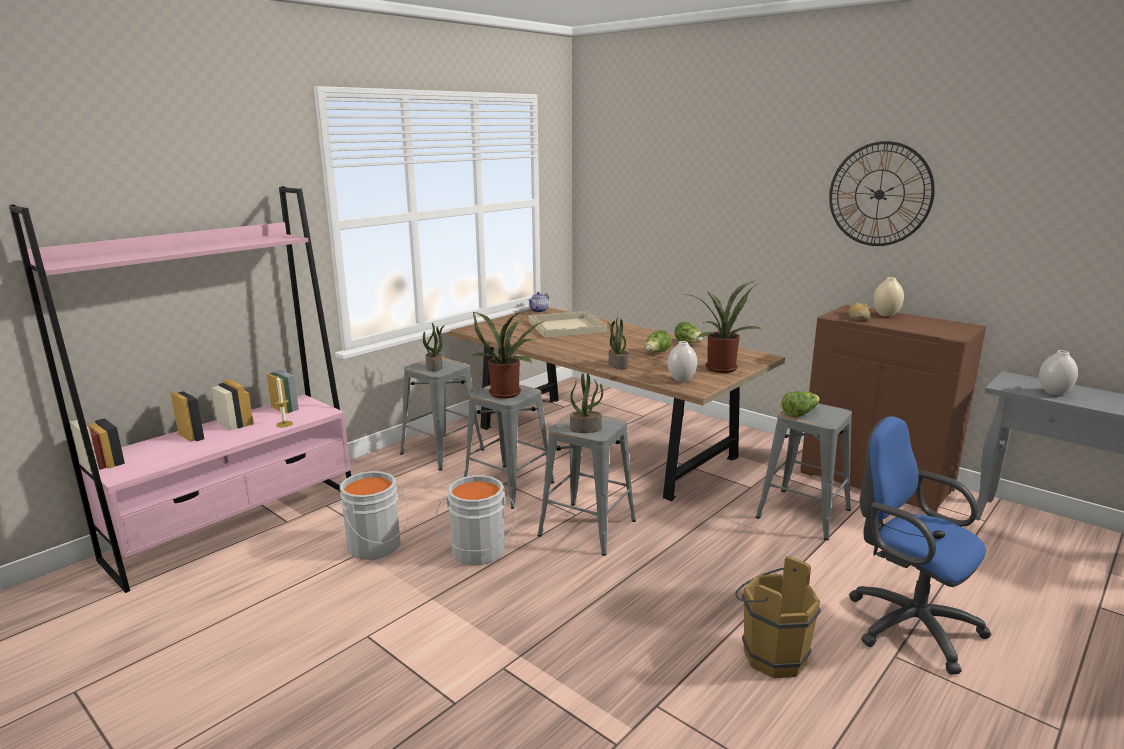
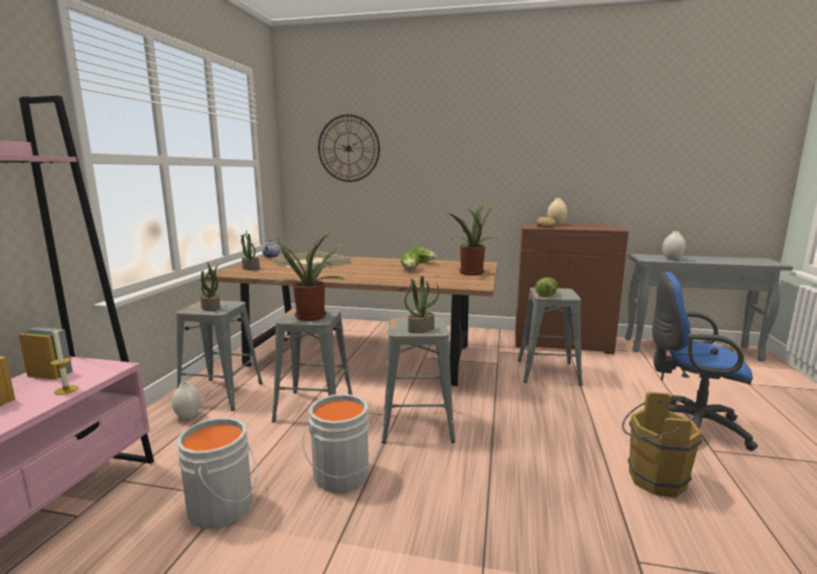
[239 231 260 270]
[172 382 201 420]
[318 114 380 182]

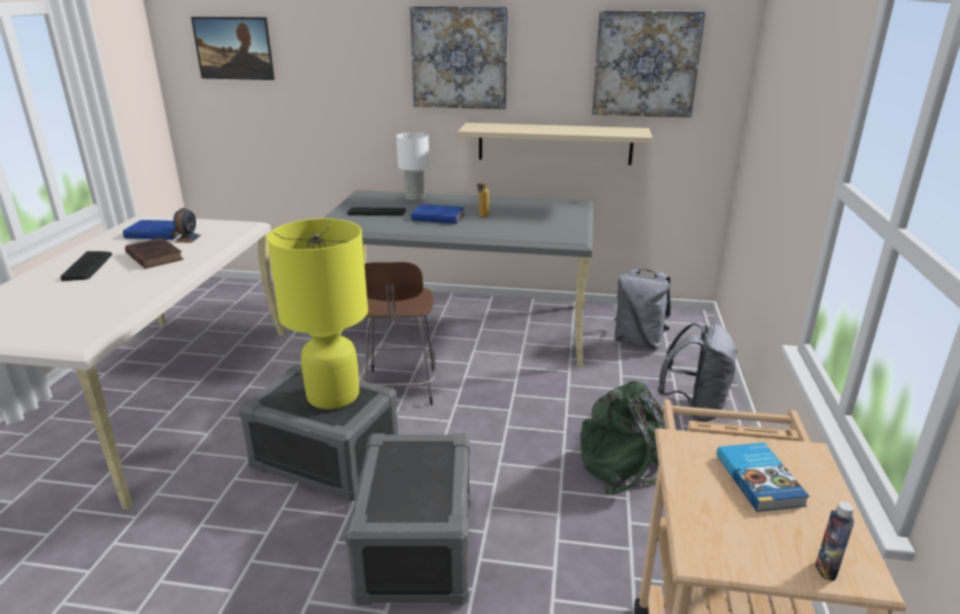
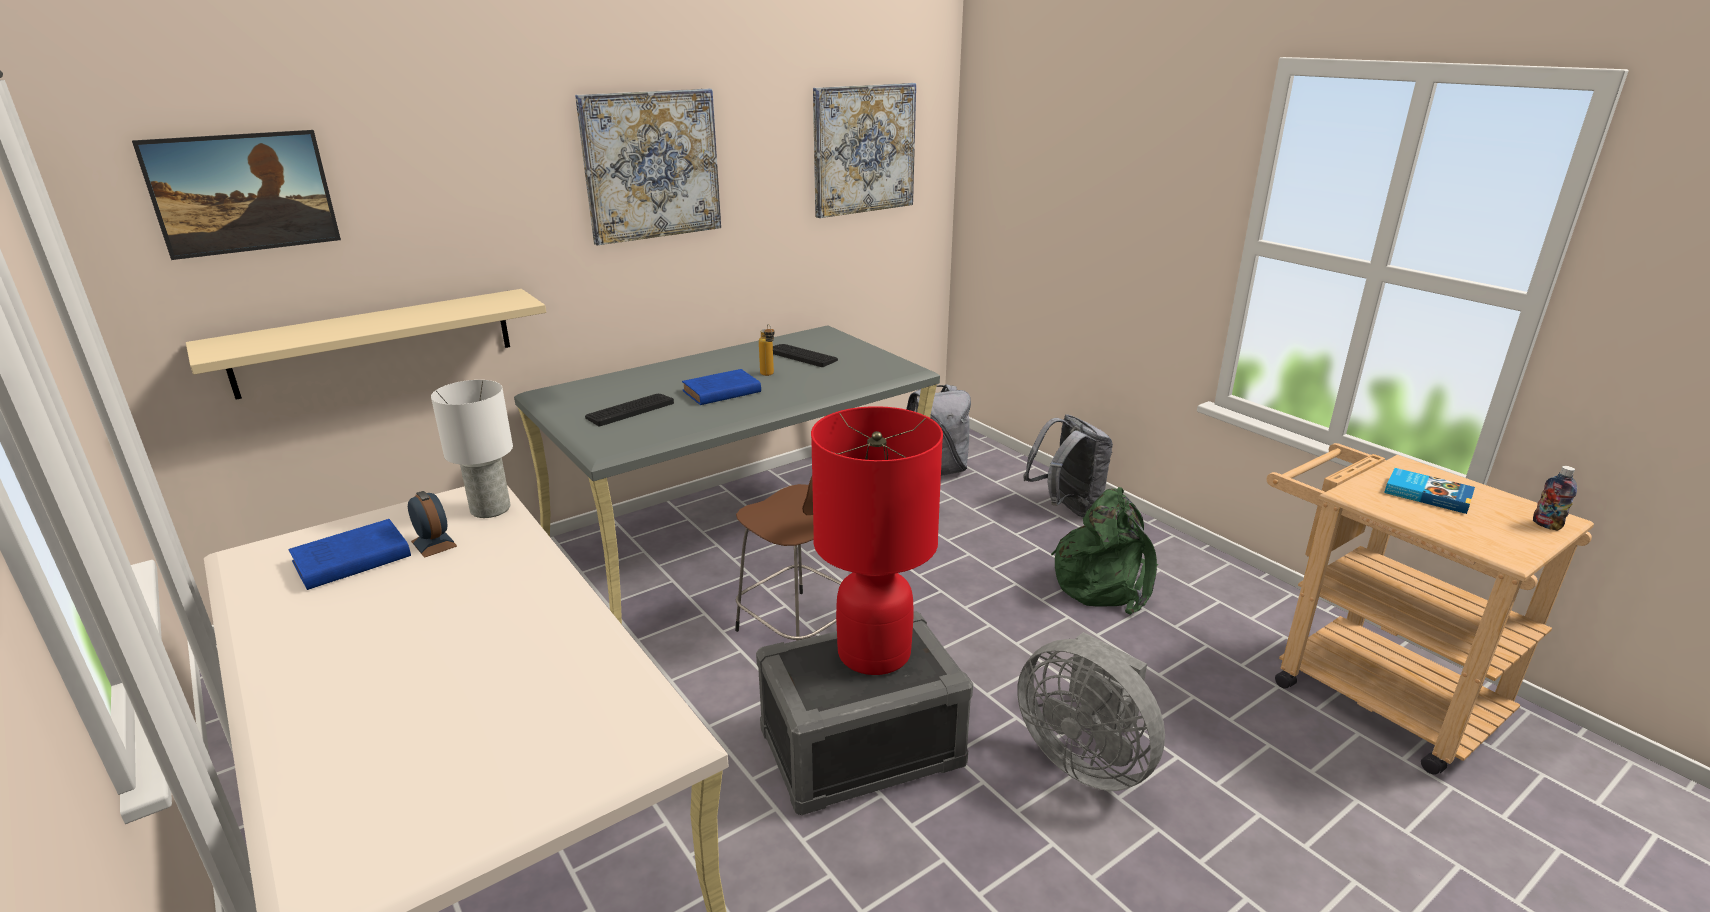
[773 344 838 367]
[125 237 183 269] (first image)
[811 406 943 675]
[1017 632 1165 791]
[431 380 513 518]
[186 289 546 399]

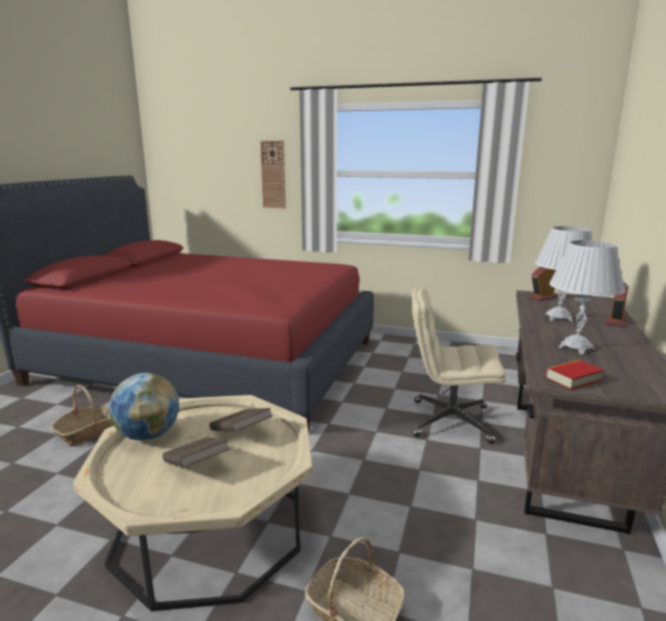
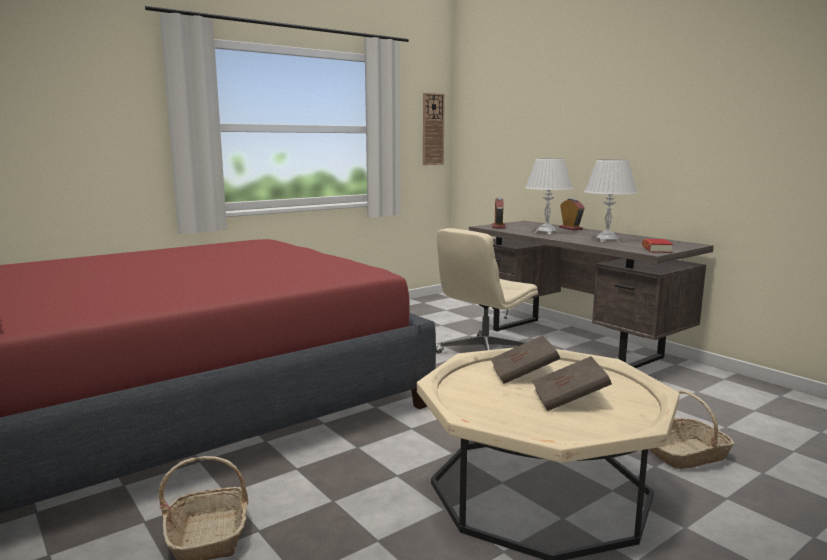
[108 373 179 440] (first image)
[423 93 445 165]

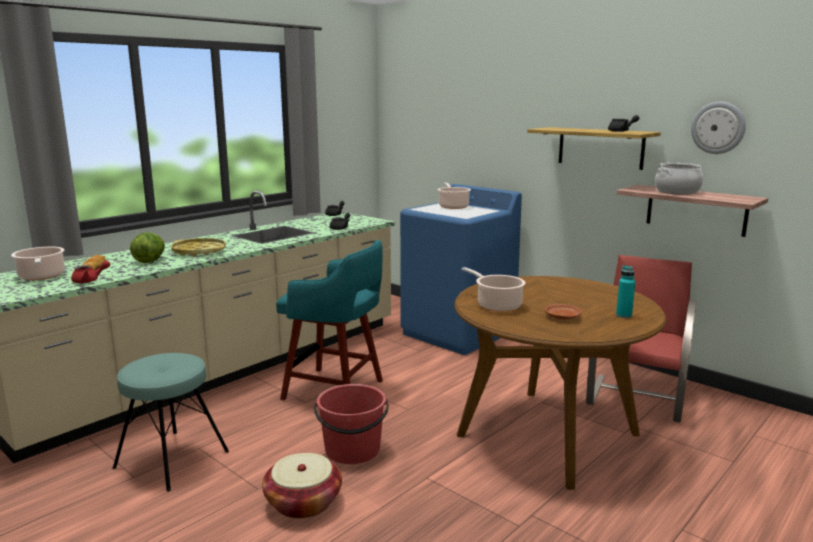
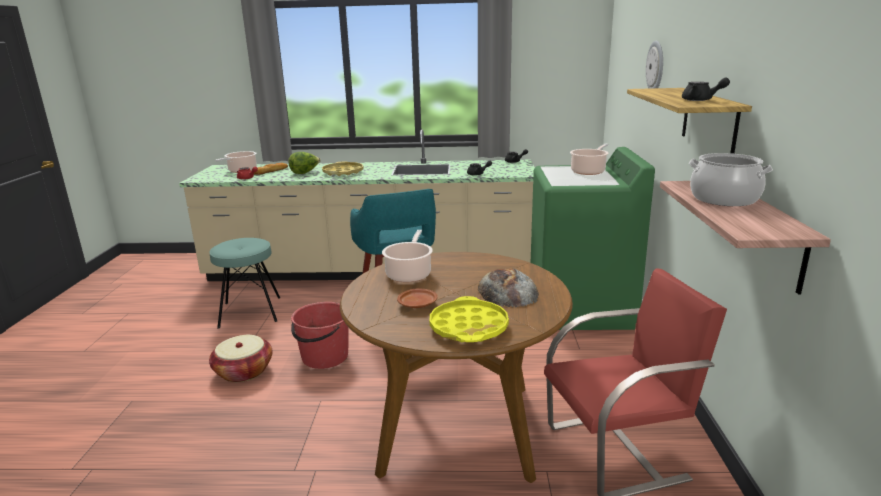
[531 147 655 330]
[430 296 509 342]
[646 41 663 89]
[478 268 539 307]

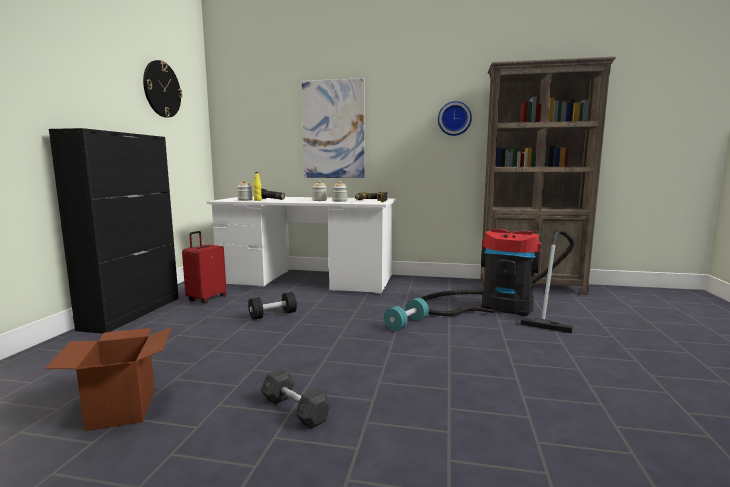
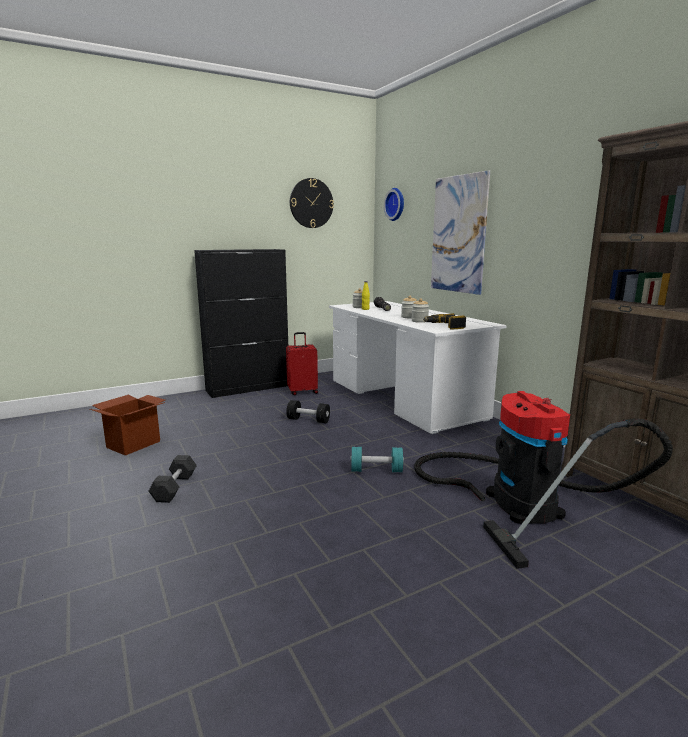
[384 188 404 221]

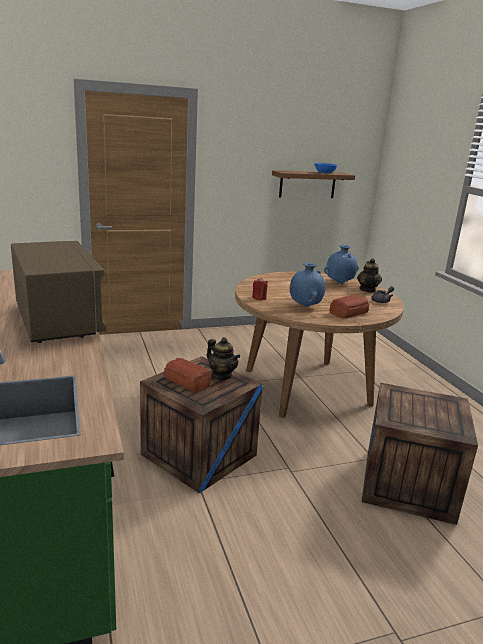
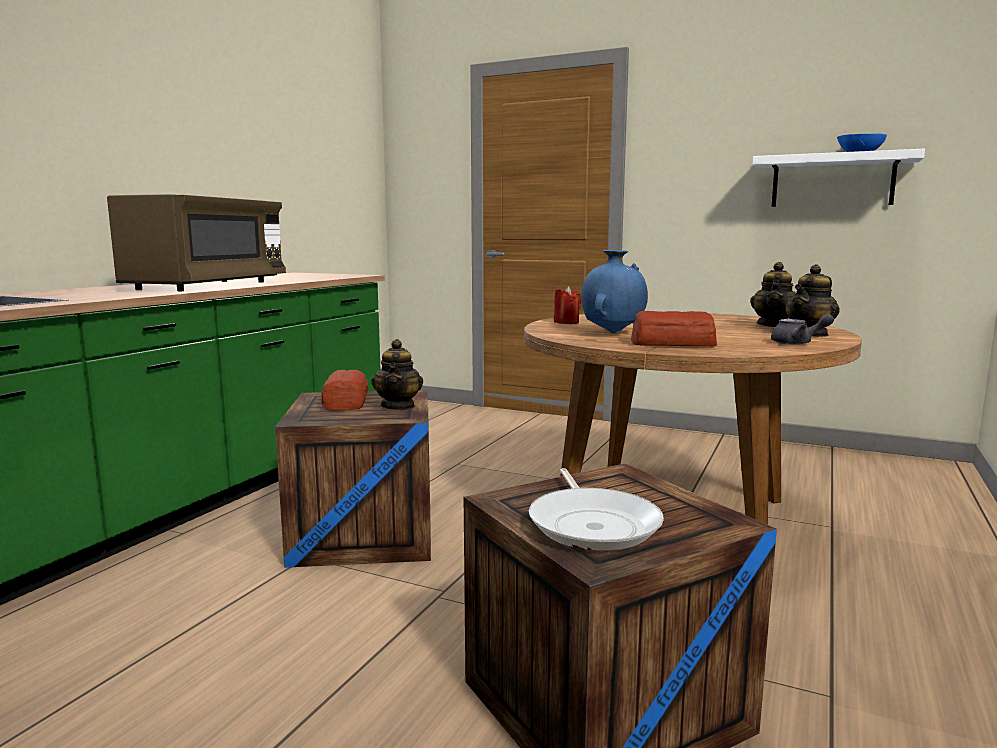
[752 149 925 207]
[750 262 796 327]
[529 468 664 551]

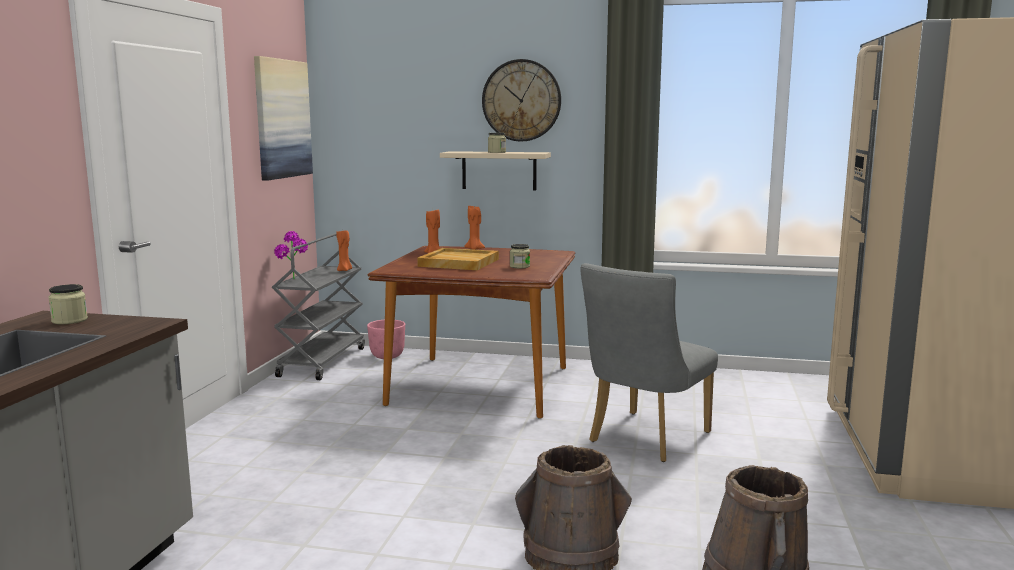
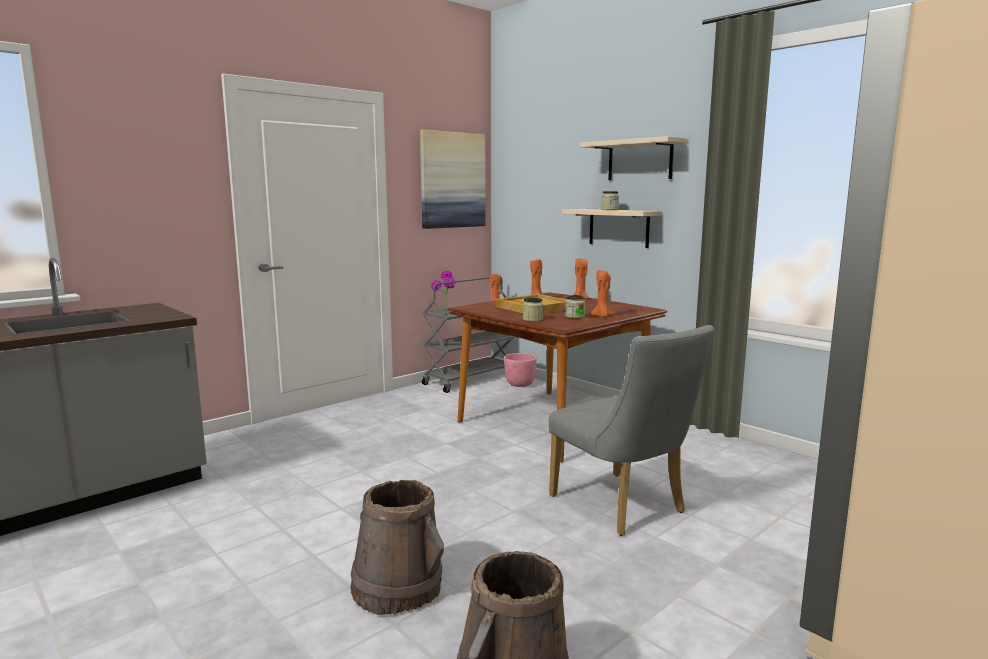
[523 298 543 322]
[580 136 687 180]
[548 325 715 536]
[591 270 614 317]

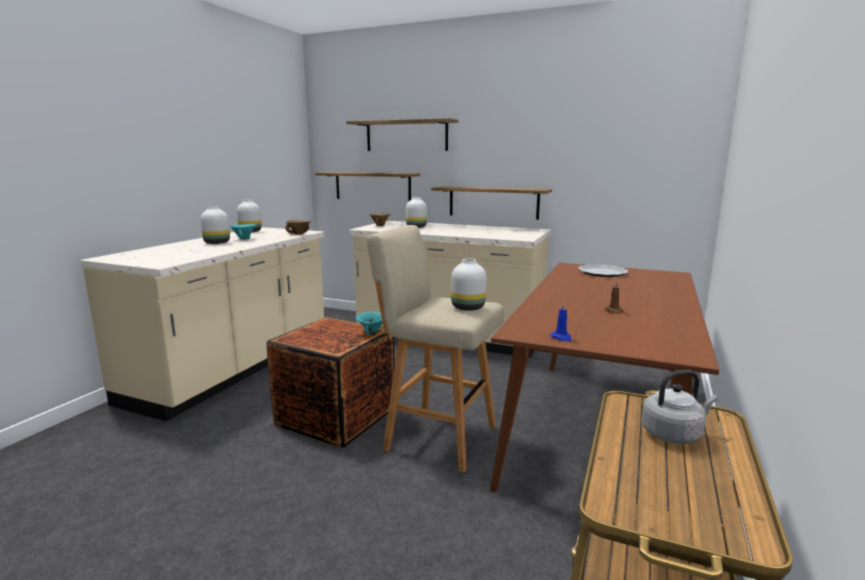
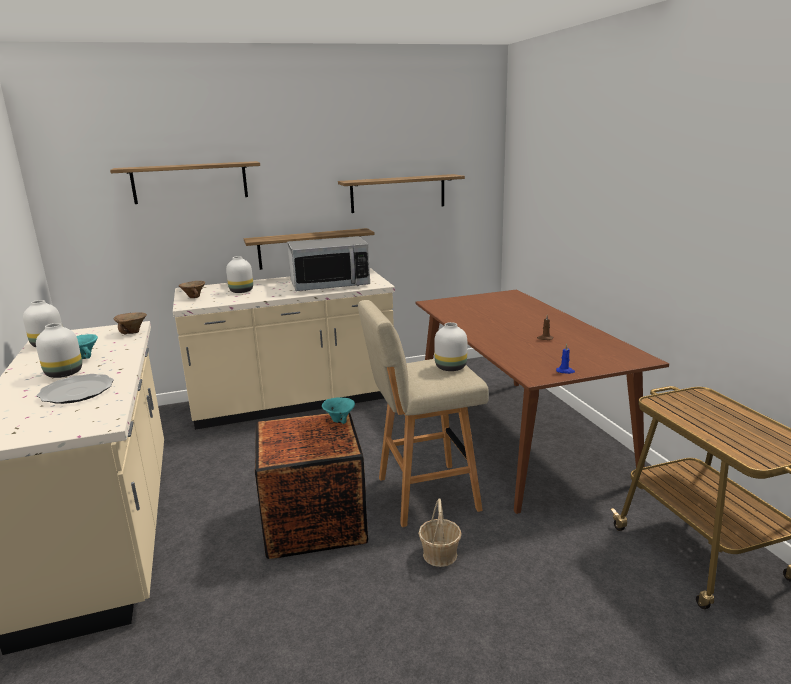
[338 174 465 213]
[36 374 114 404]
[641 370 718 444] (first image)
[287 236 370 291]
[418 498 462 567]

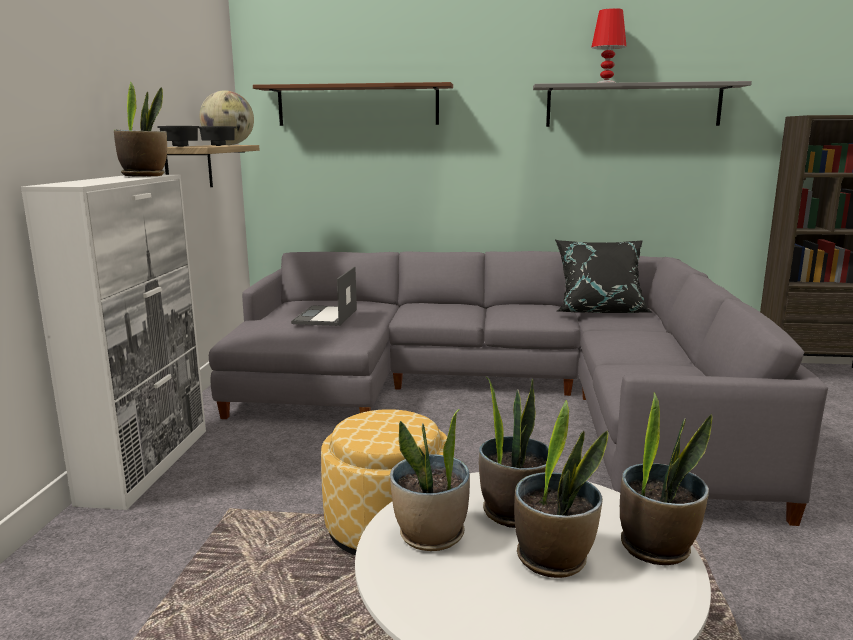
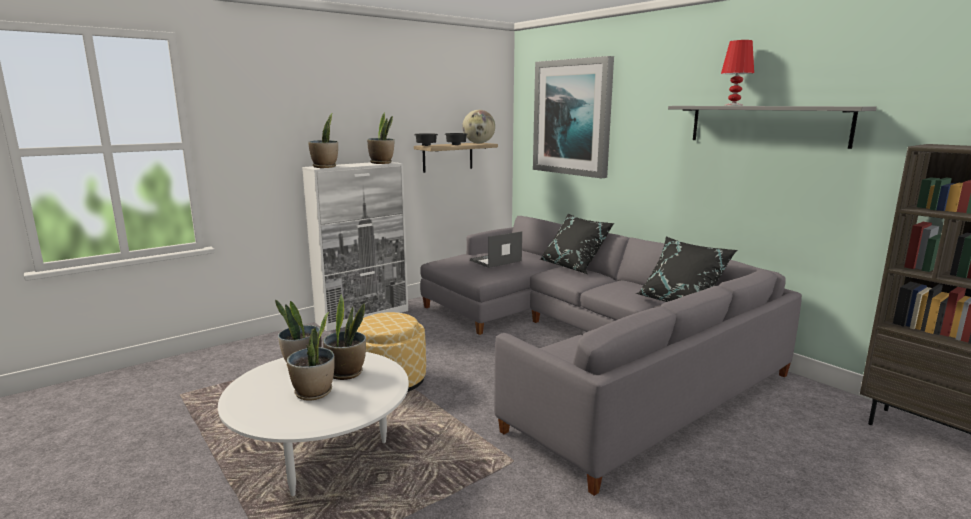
[533 56 614 178]
[308 113 338 168]
[540 213 615 274]

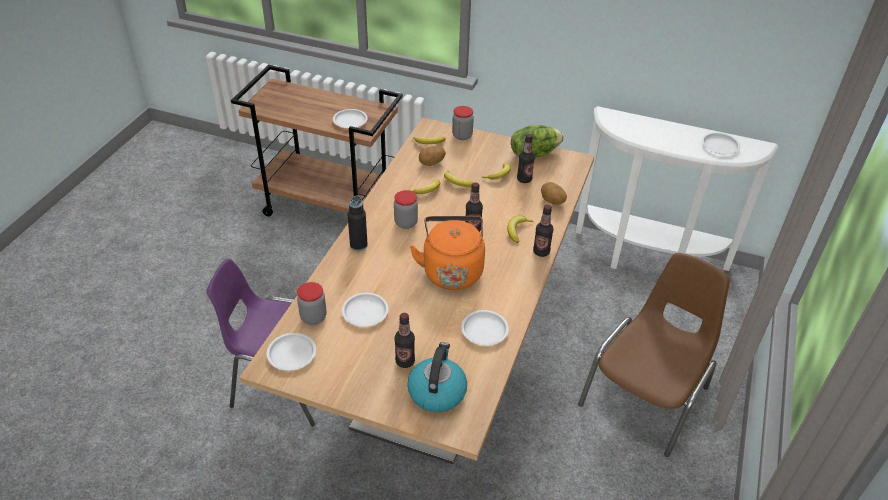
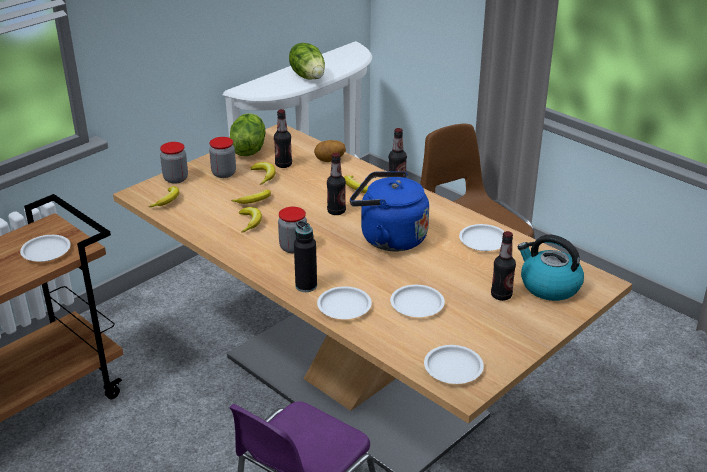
[209 137 236 178]
[350 171 429 251]
[419 146 446 166] (first image)
[317 286 372 319]
[289 43 325 80]

